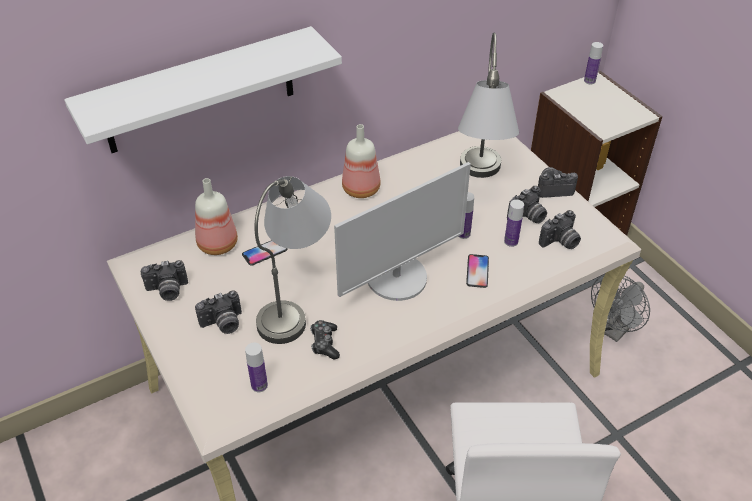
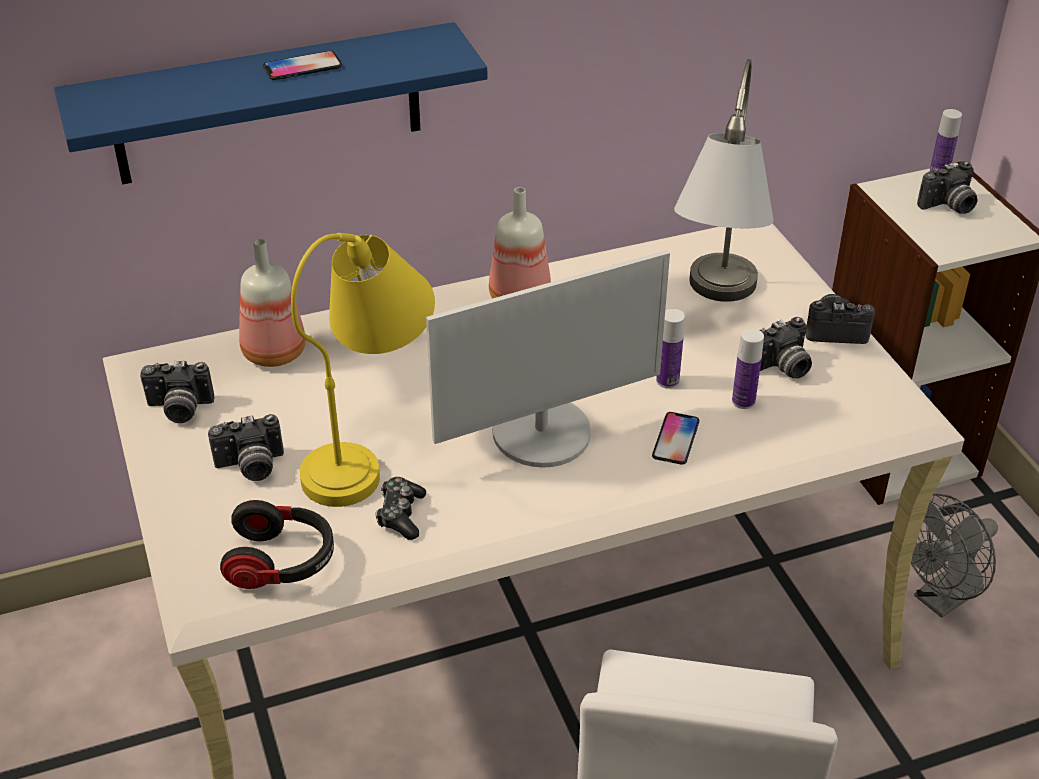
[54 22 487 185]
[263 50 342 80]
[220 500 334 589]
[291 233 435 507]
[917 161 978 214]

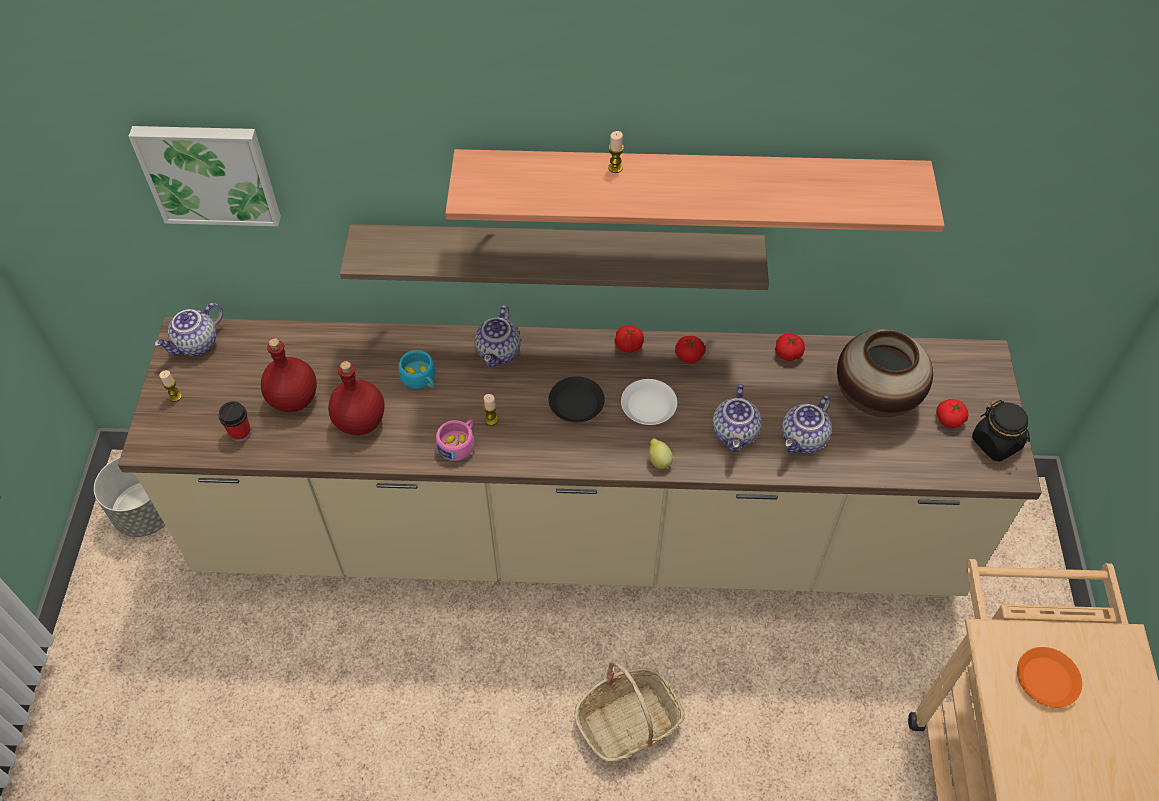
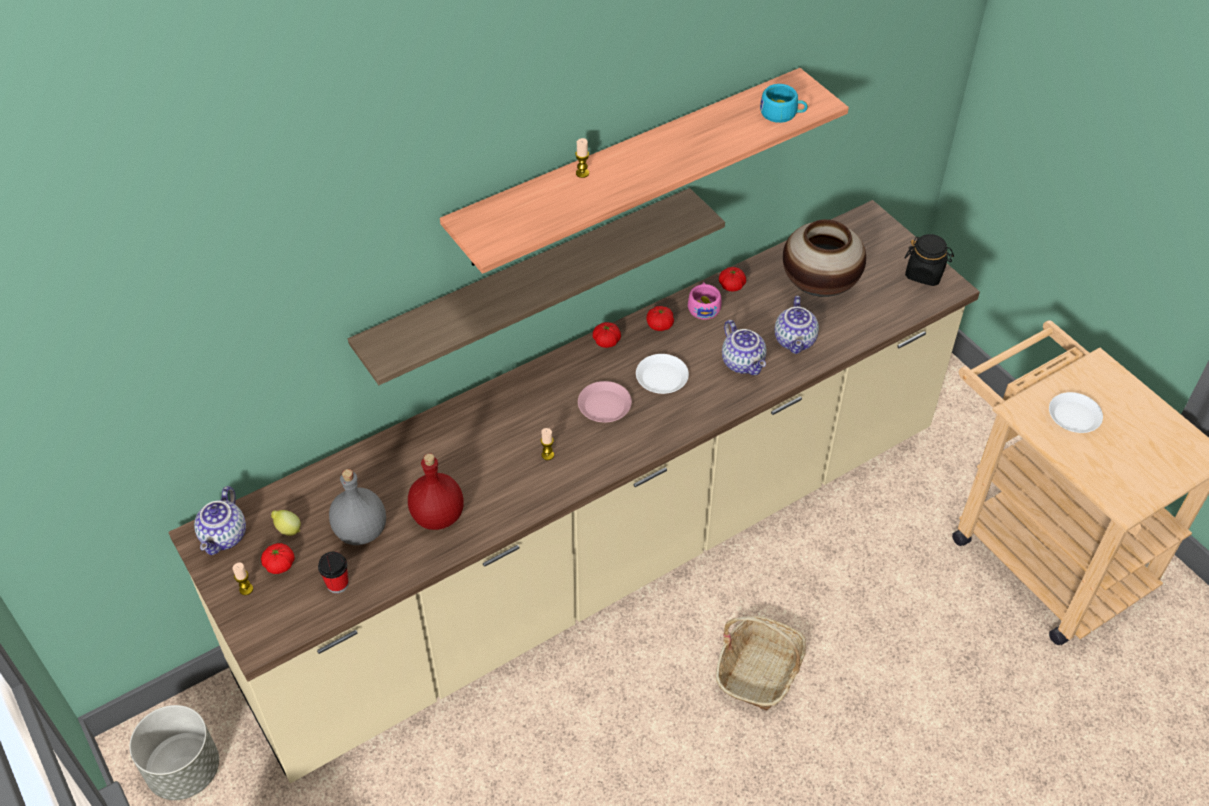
[129 126 281 226] (first image)
[329 469 386 545]
[760 84 808 123]
[688 282 722 320]
[474 305 521 368] (first image)
[578 381 632 422]
[271 510 301 536]
[261 543 295 574]
[1049 392 1103 433]

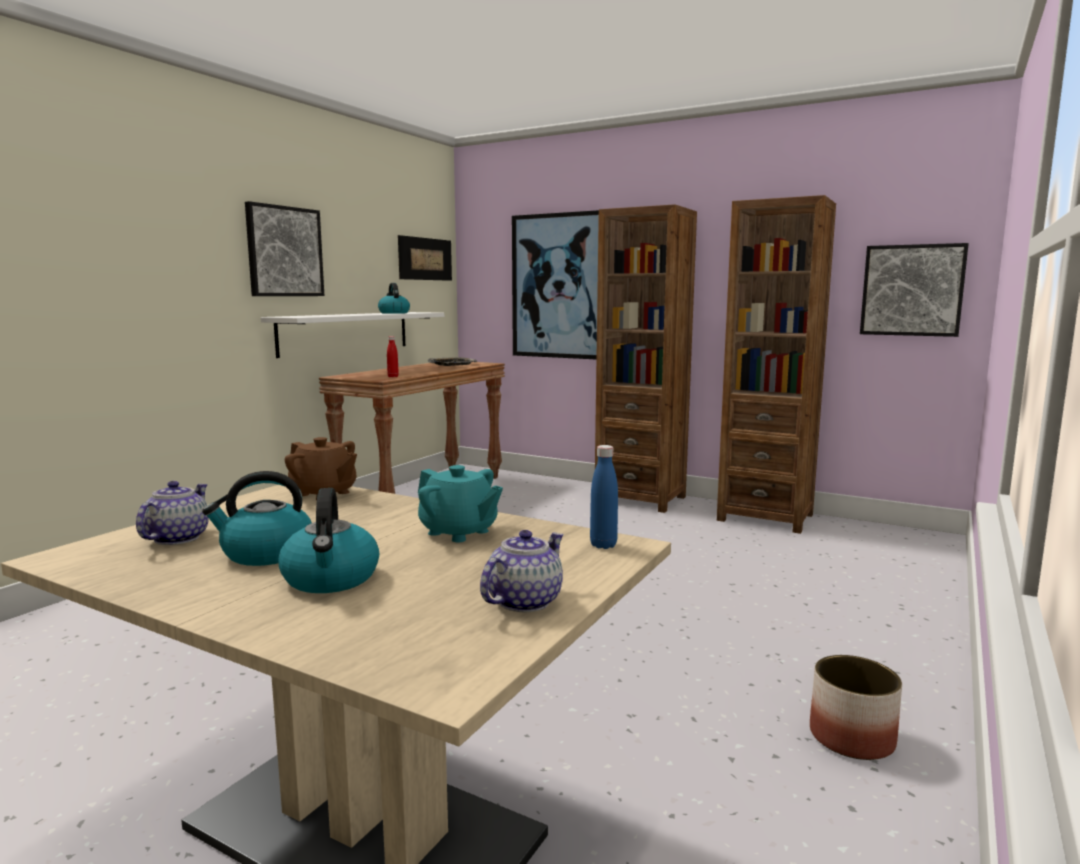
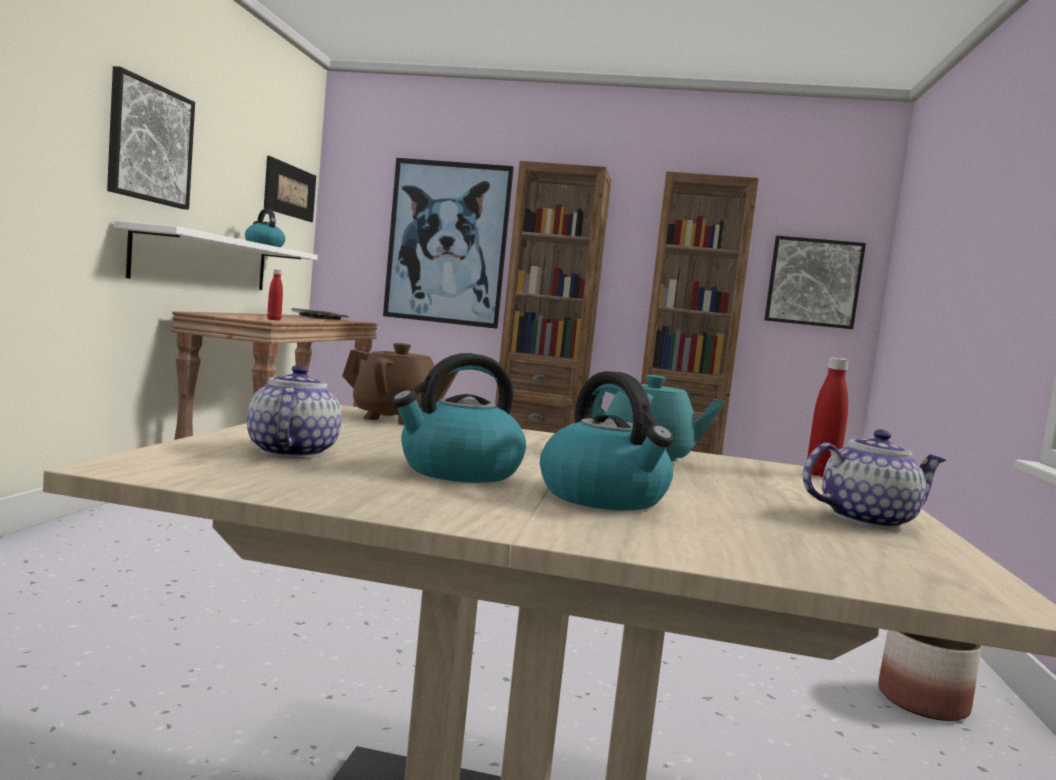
[803 430 946 529]
[807 357 849 477]

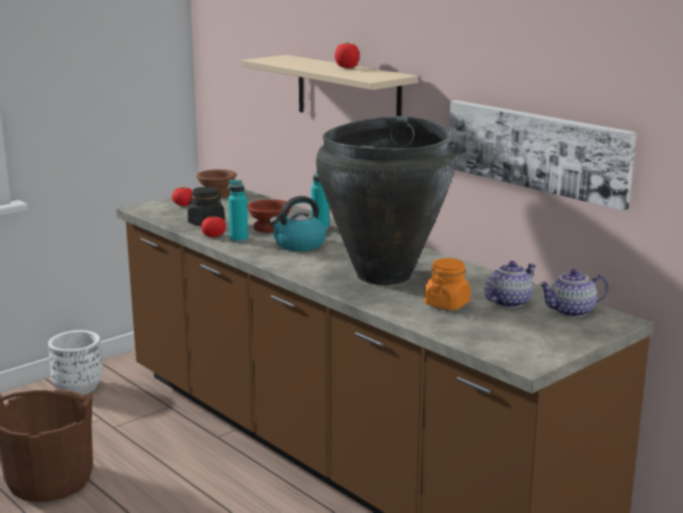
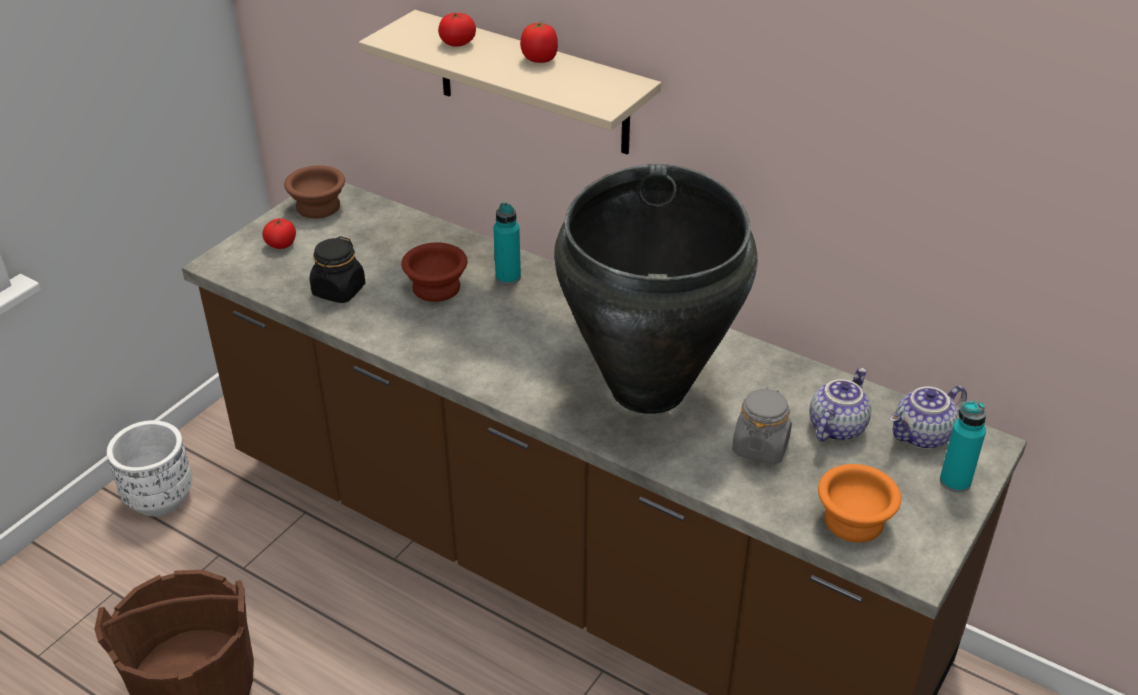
[438 13 476 47]
[940 401 986 493]
[269 196 326 251] (first image)
[732 387 792 464]
[449 100 637 211] (first image)
[818 464 901 542]

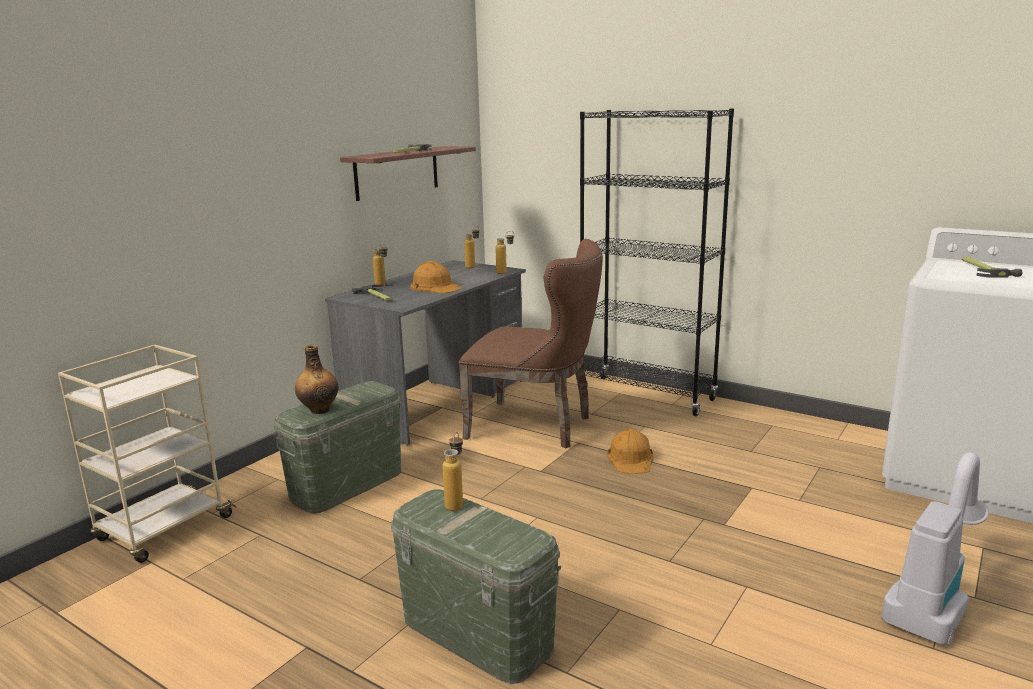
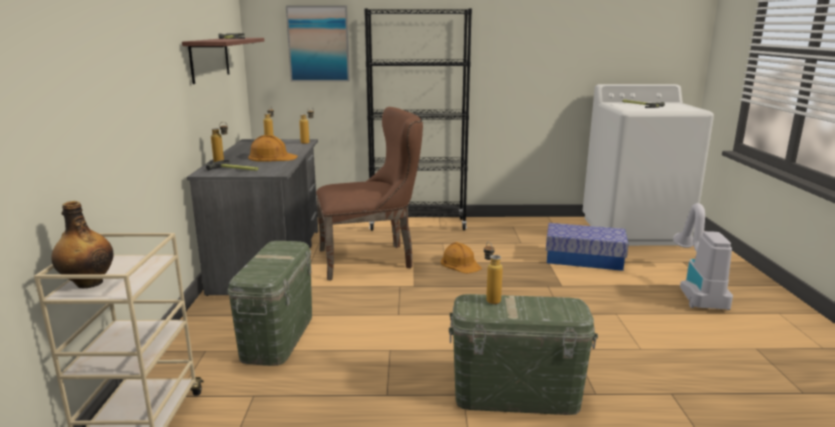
[51 201 113 288]
[286 5 350 82]
[546 223 629 271]

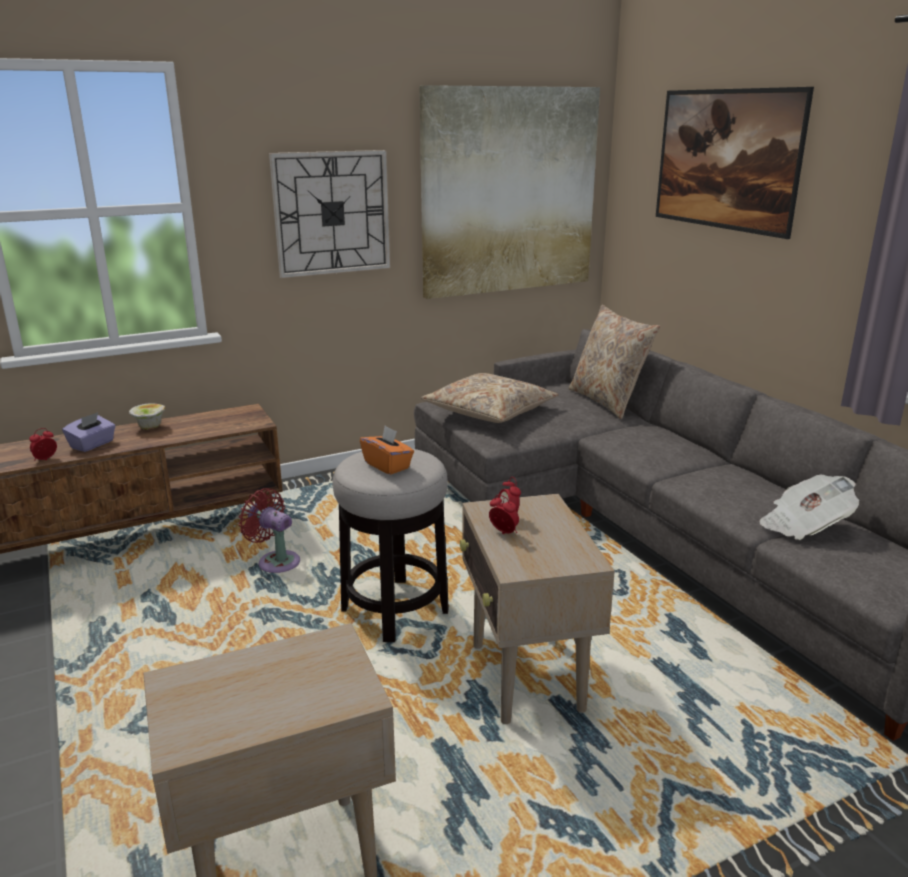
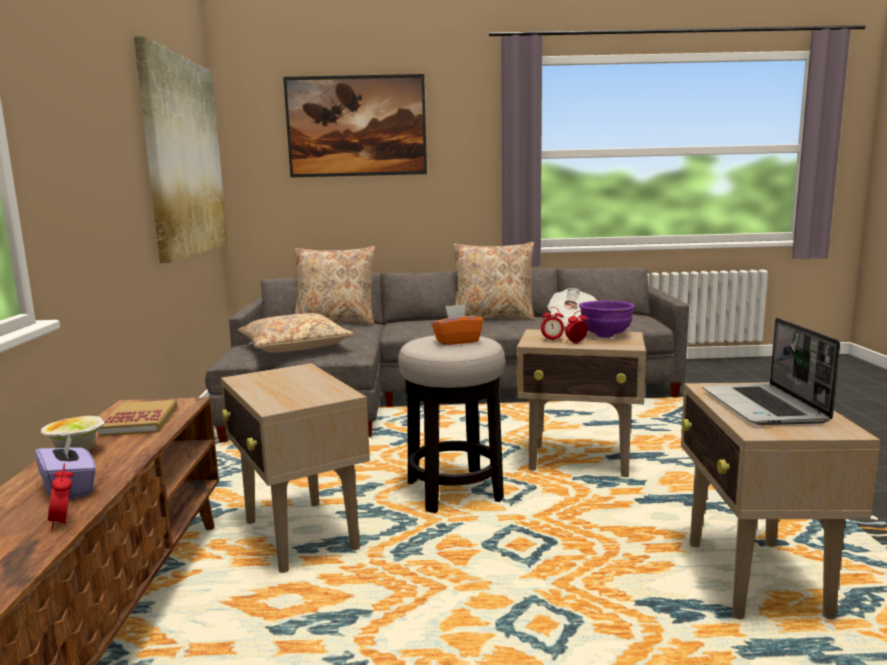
[221 363 370 573]
[269 150 390 278] (first image)
[98 400 178 437]
[453 242 535 321]
[579 301 634 338]
[702 318 840 425]

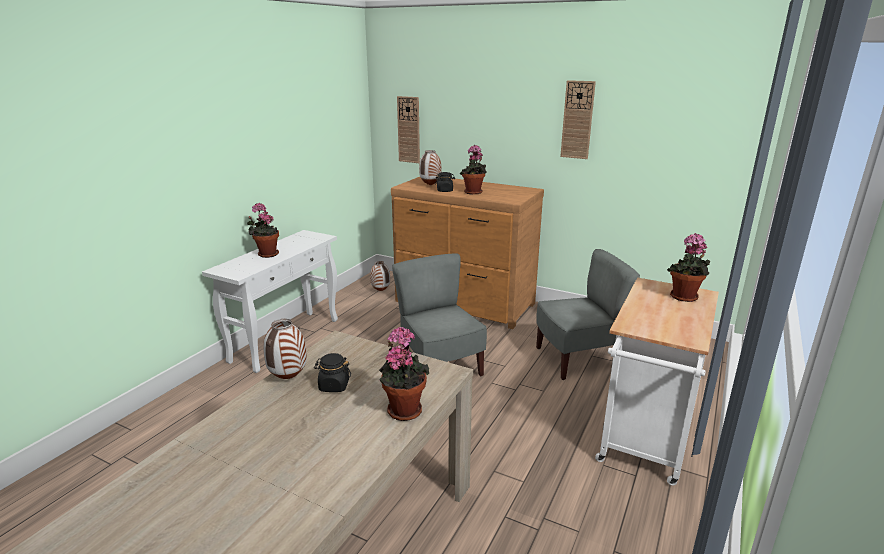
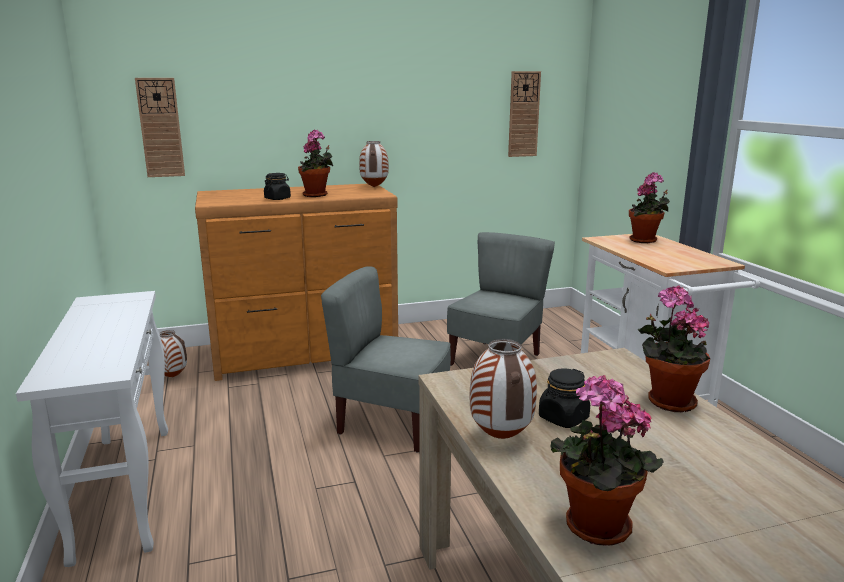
[550 375 664 546]
[359 141 389 187]
[508 71 541 157]

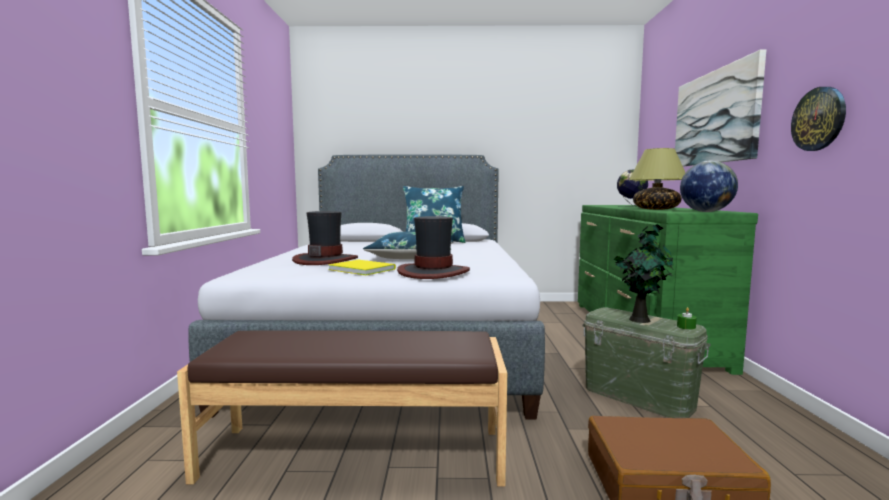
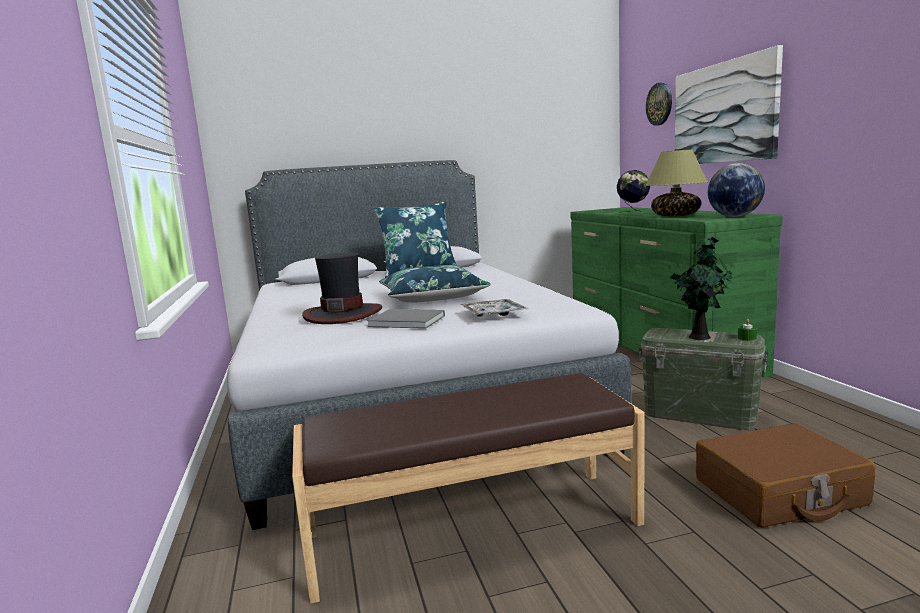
[367 309 445 329]
[461 299 529 317]
[646 83 672 126]

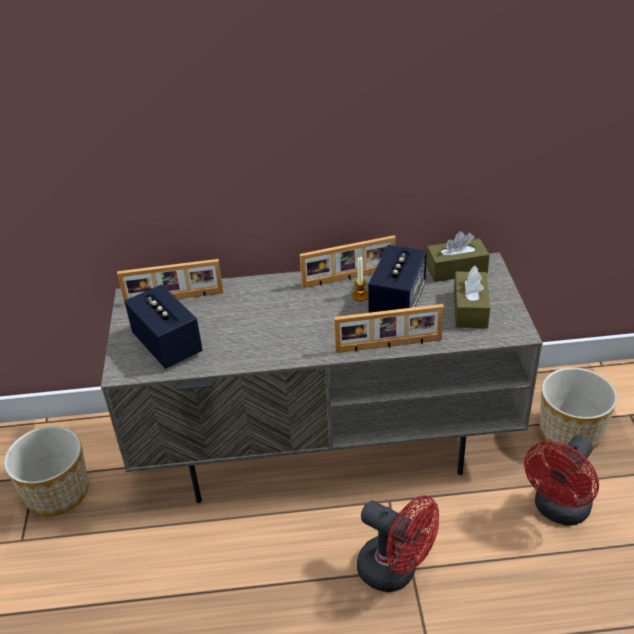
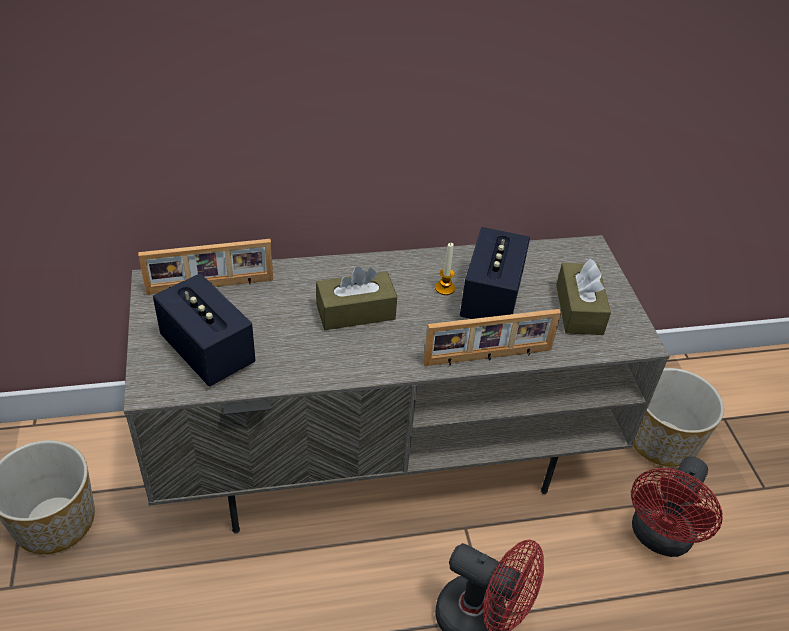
[299 235 396 288] (first image)
[316 267 397 330]

